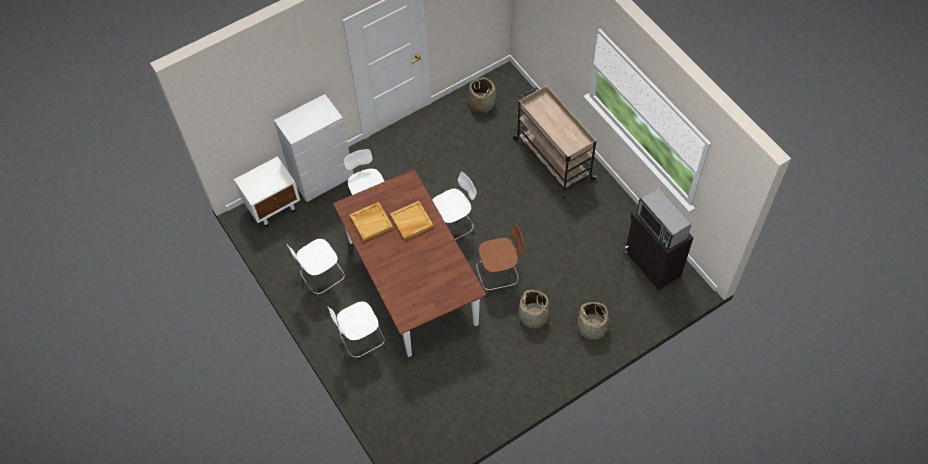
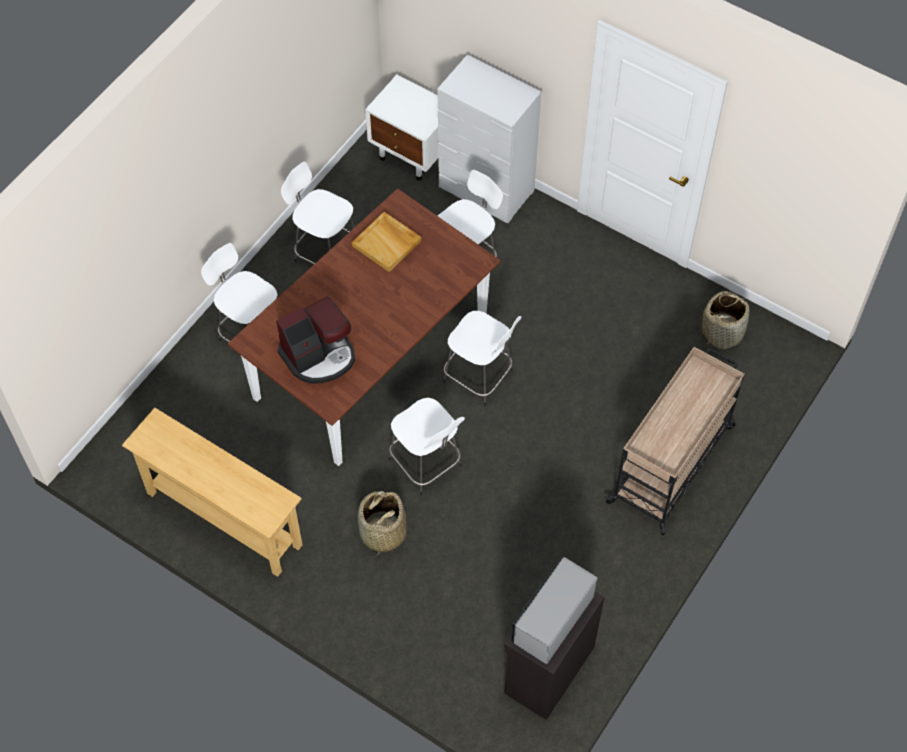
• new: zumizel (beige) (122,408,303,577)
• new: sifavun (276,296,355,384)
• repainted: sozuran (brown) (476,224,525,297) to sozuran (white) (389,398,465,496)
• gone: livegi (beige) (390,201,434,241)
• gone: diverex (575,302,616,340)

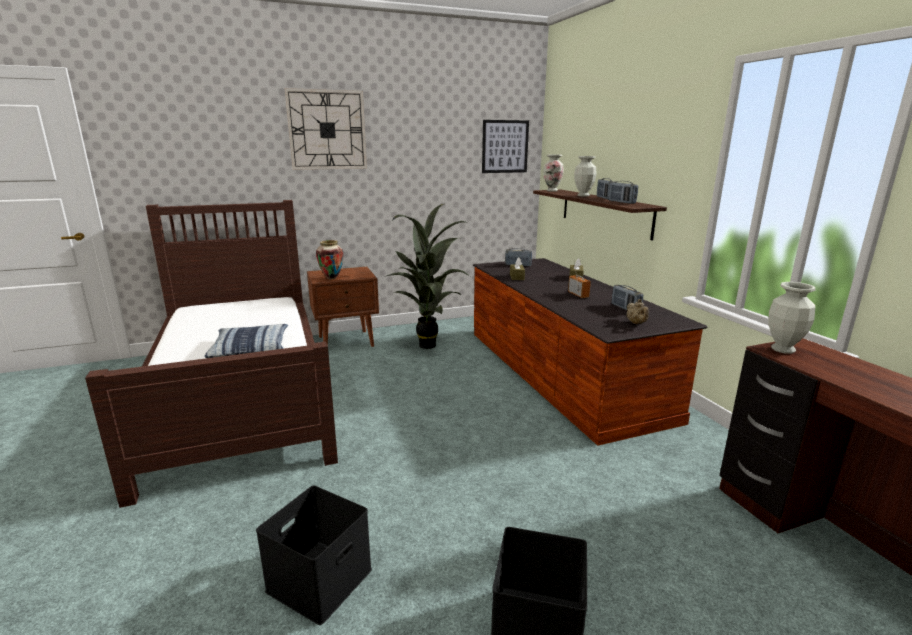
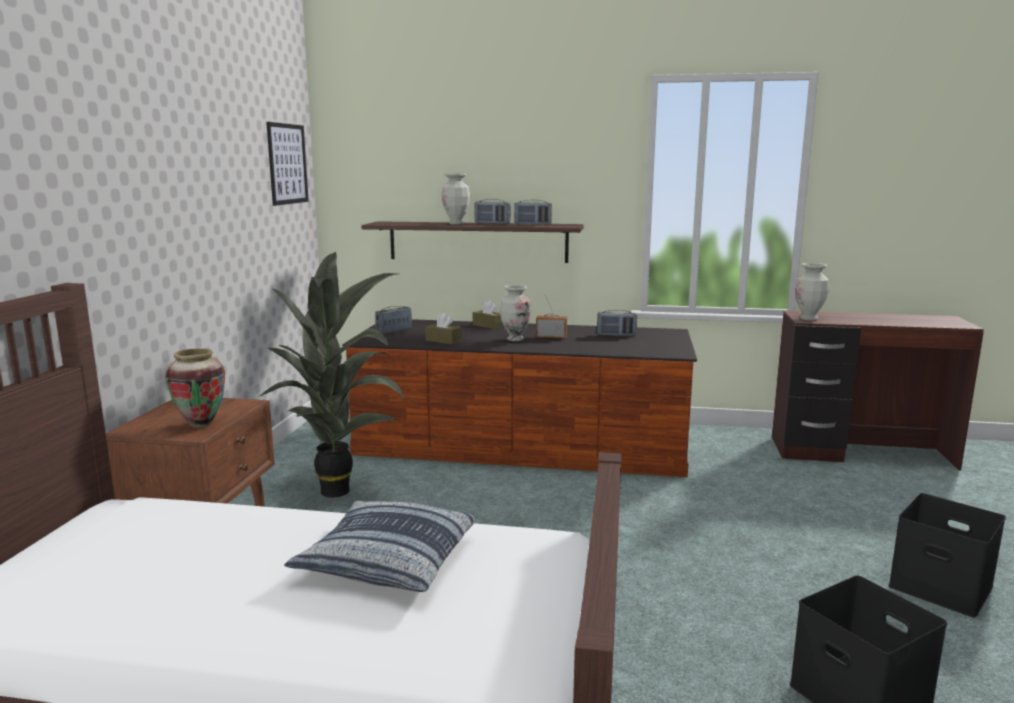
• shifted: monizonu (543,154,564,192) to (500,285,531,341)
• gone: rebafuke (285,88,367,170)
• gone: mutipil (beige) (626,299,649,324)

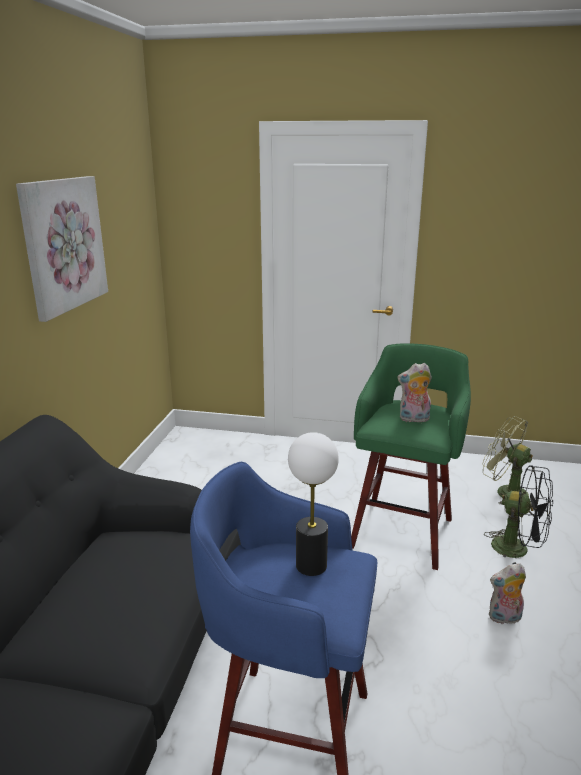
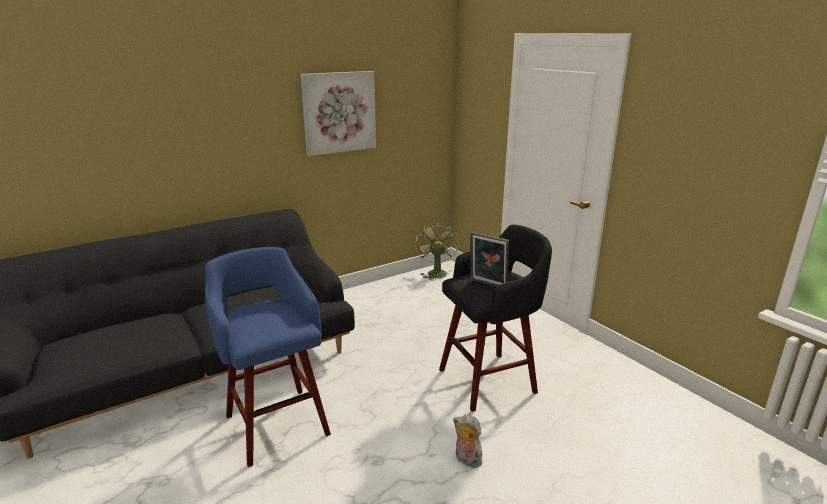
• shifted: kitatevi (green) (482,416,533,504) to (415,222,459,281)
• repainted: sozuran (green) (351,343,471,570) to sozuran (black) (439,225,552,412)
• swapped: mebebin (397,363,432,422) to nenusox (470,232,509,287)
• gone: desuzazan (288,432,339,576)
• gone: kitatevi (black) (484,465,553,564)

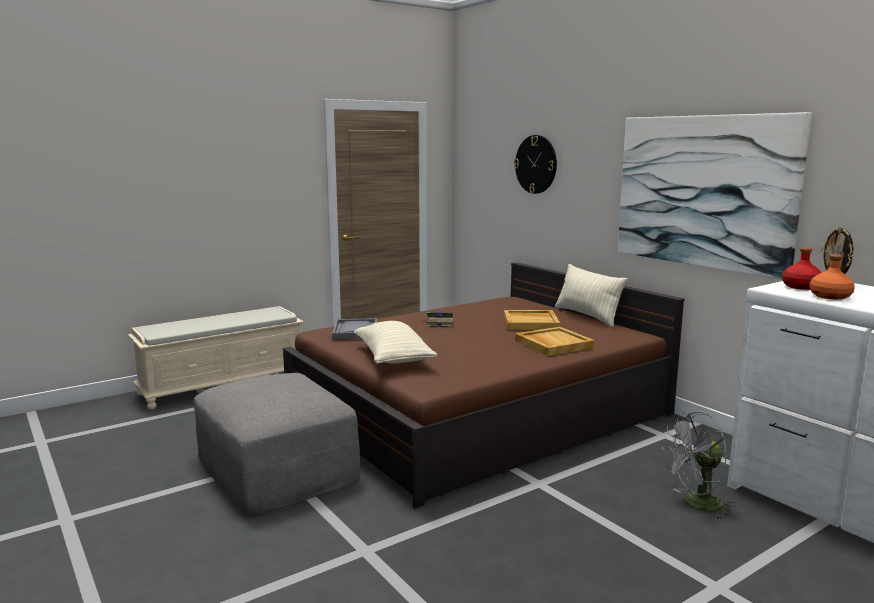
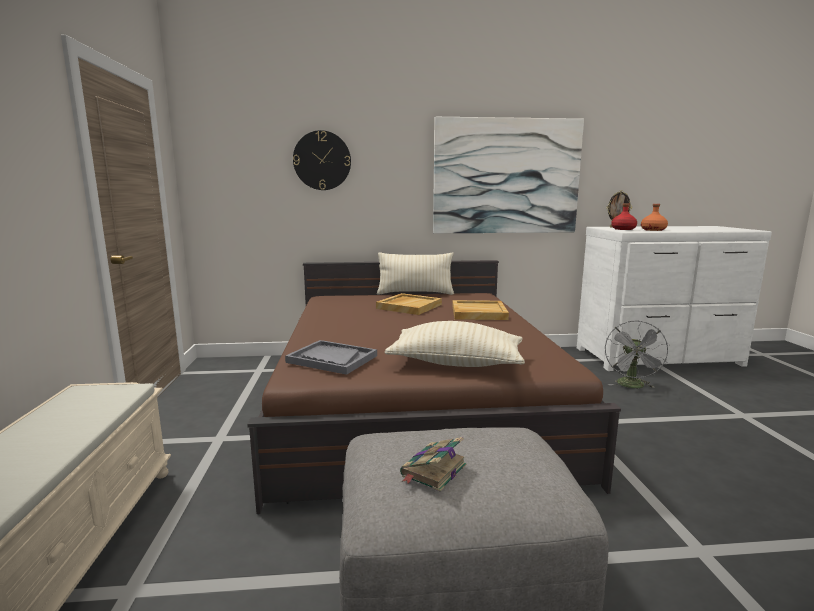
• shifted: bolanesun (423,312,453,327) to (400,437,467,492)

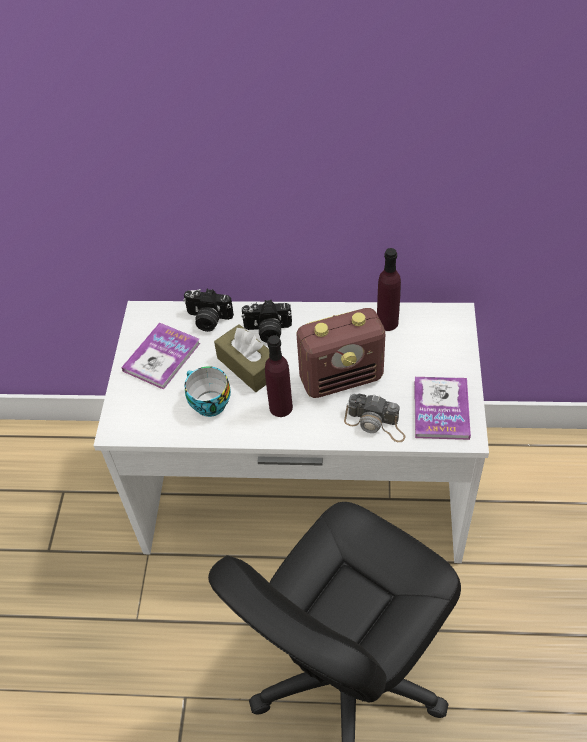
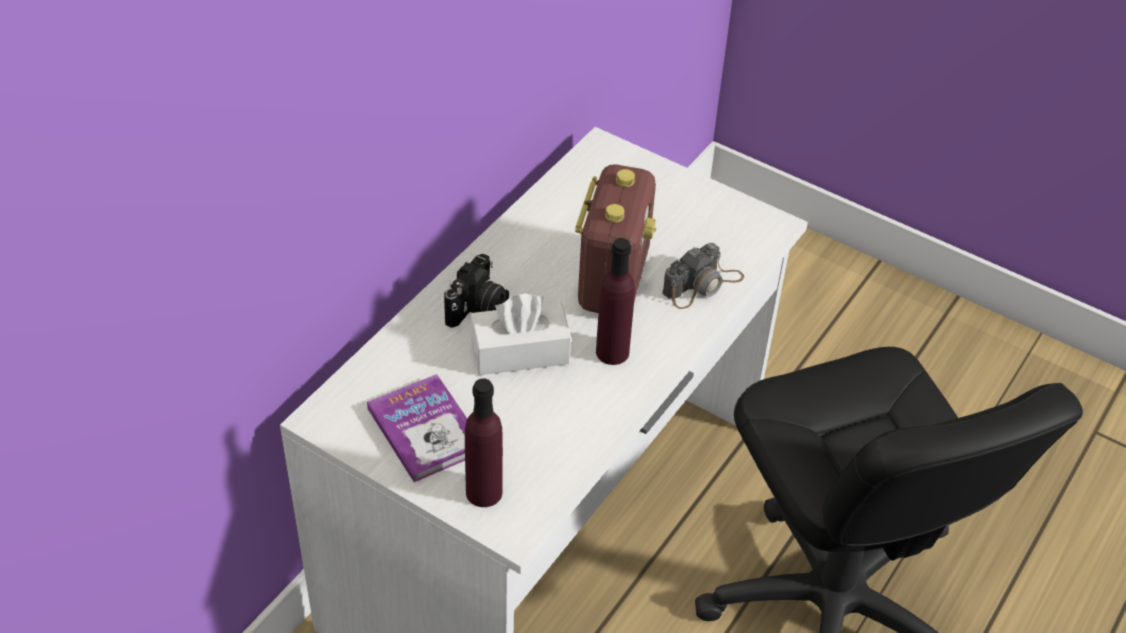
• shifted: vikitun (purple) (377,248,401,331) to (465,378,503,507)
• repainted: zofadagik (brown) (214,324,269,392) to zofadagik (white) (470,293,571,375)
• gone: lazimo (183,289,234,332)
• gone: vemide (184,366,231,417)
• gone: bolanesun (414,377,471,440)

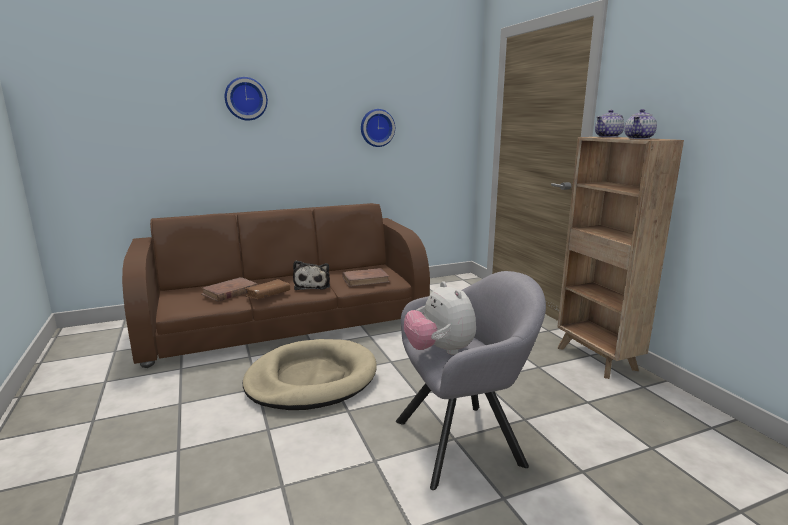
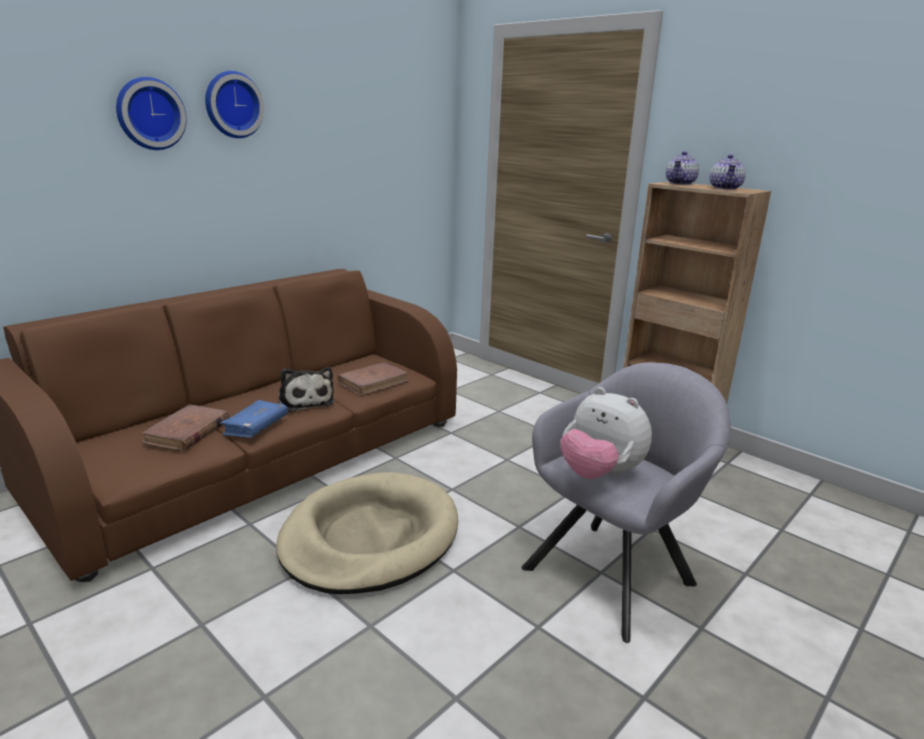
• shifted: rebafuke (361,109,395,147) to (205,71,264,138)
• repainted: bolanesun (brown) (245,279,290,299) to bolanesun (blue) (220,400,288,438)

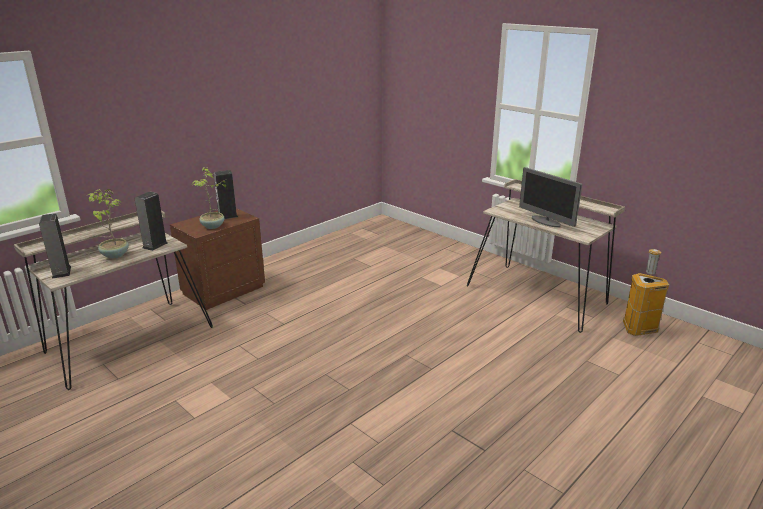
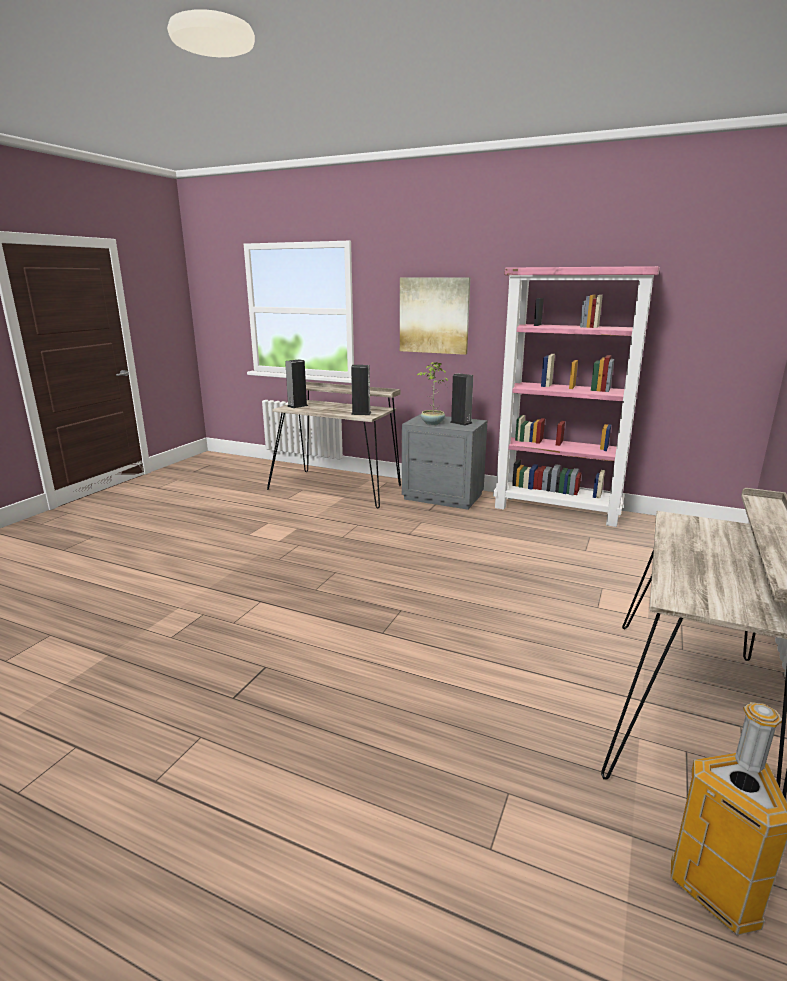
• new: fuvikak (400,278,470,355)
• repainted: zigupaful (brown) (170,208,265,310) to zigupaful (grey) (402,414,487,510)
• new: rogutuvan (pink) (493,266,660,527)
• gone: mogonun (86,189,129,259)
• gone: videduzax (519,167,582,227)

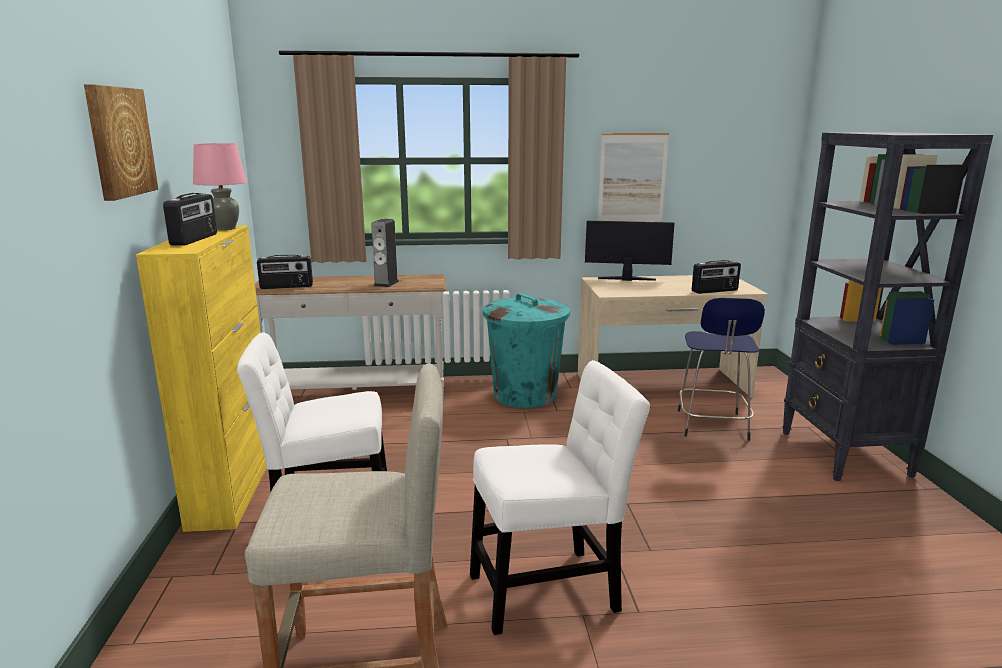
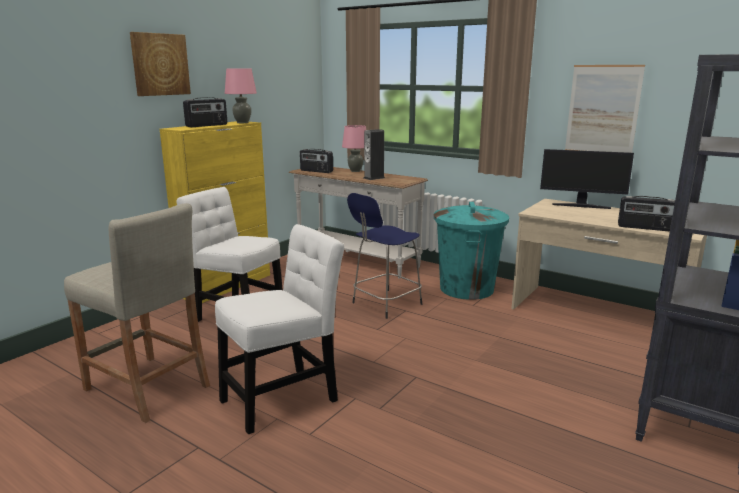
• rotated: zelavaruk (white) (470,360,650,635) = (215,224,344,434) 60 degrees counterclockwise
• new: desuzazan (pink) (342,125,366,172)
• shifted: sozuran (blue) (678,298,765,441) to (347,193,422,319)
• rotated: videduzax (585,221,674,281) = (540,149,634,209) 150 degrees clockwise

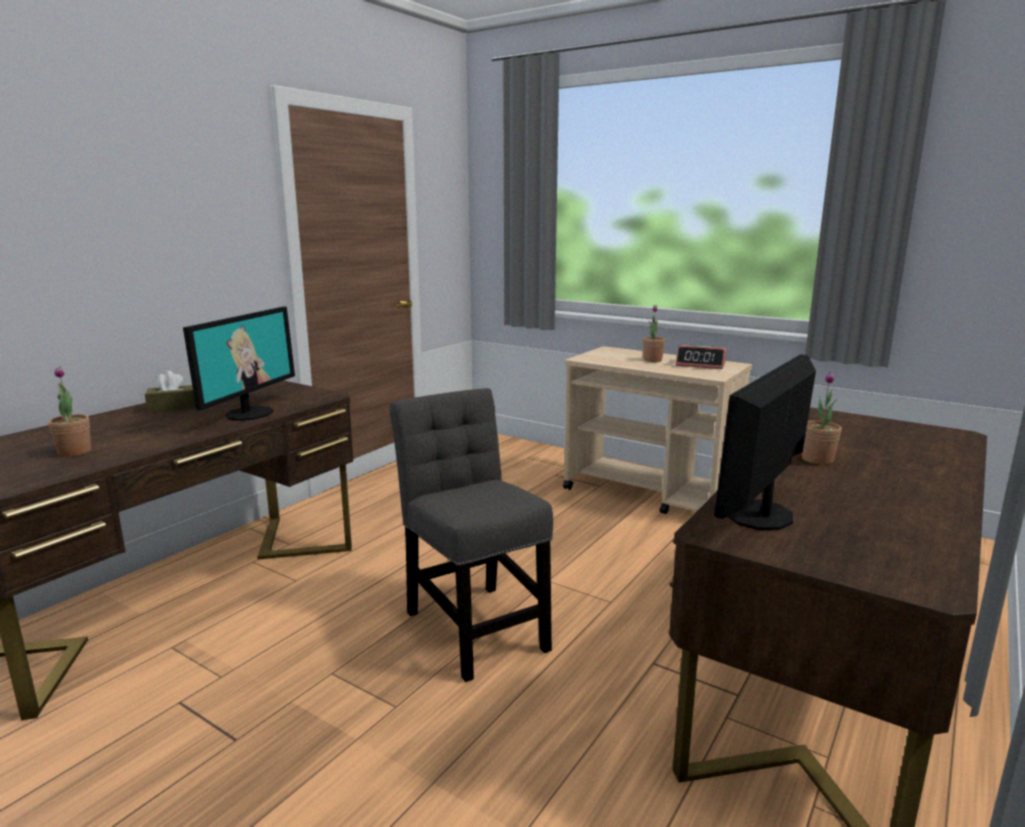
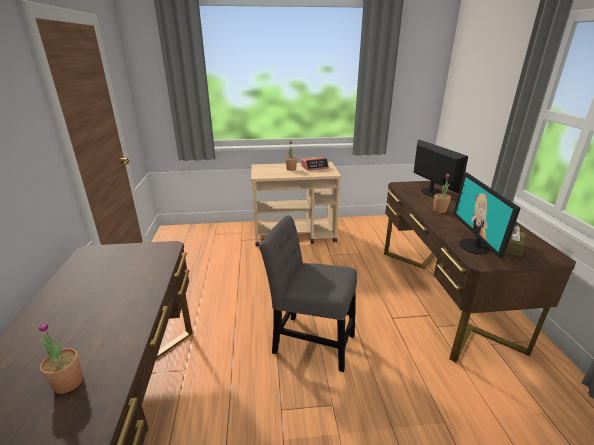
• shifted: videduzax (183,306,295,421) to (413,140,468,197)
• shifted: zofadagik (brown) (145,371,196,413) to (505,225,525,256)

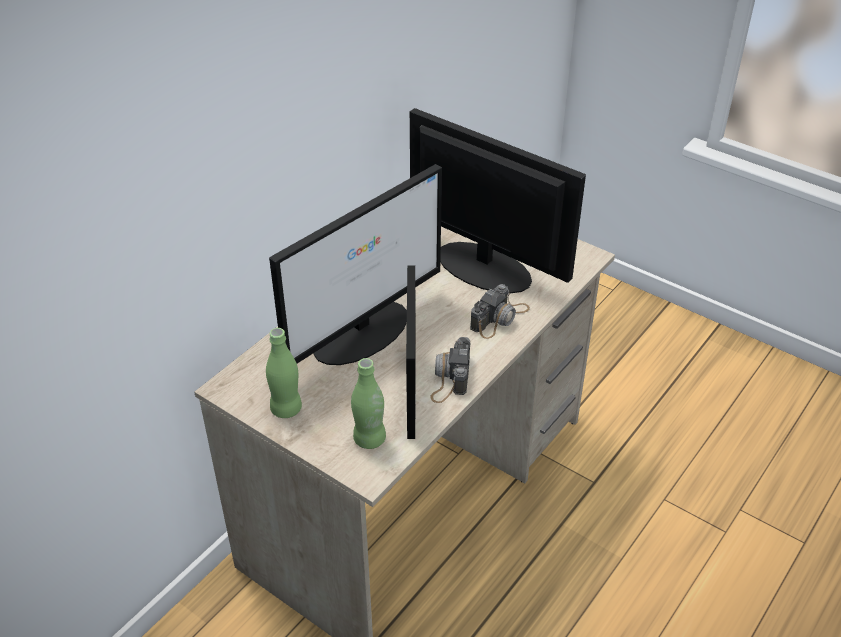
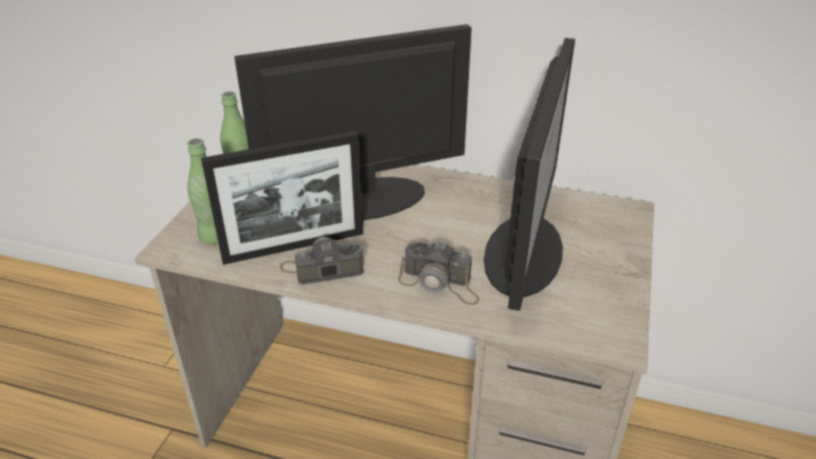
• rotated: videduzax (269,164,442,365) = (234,24,472,220) 135 degrees clockwise

